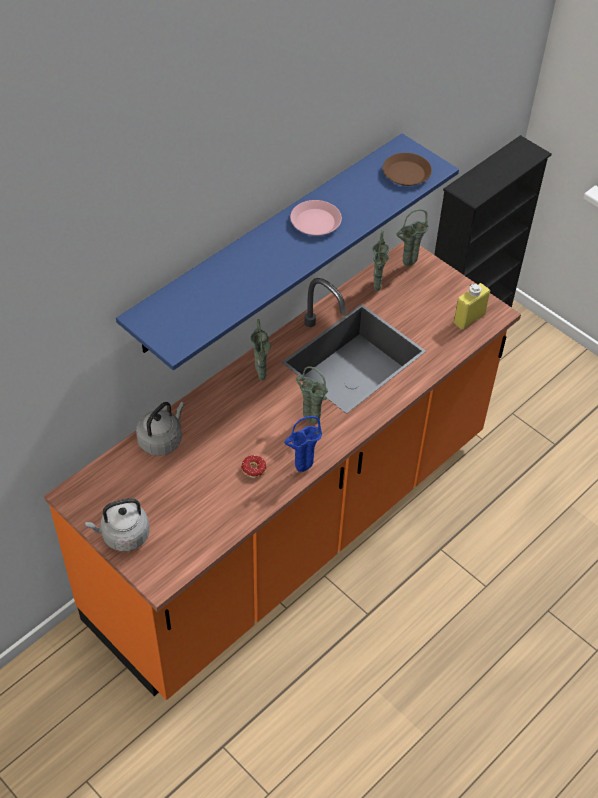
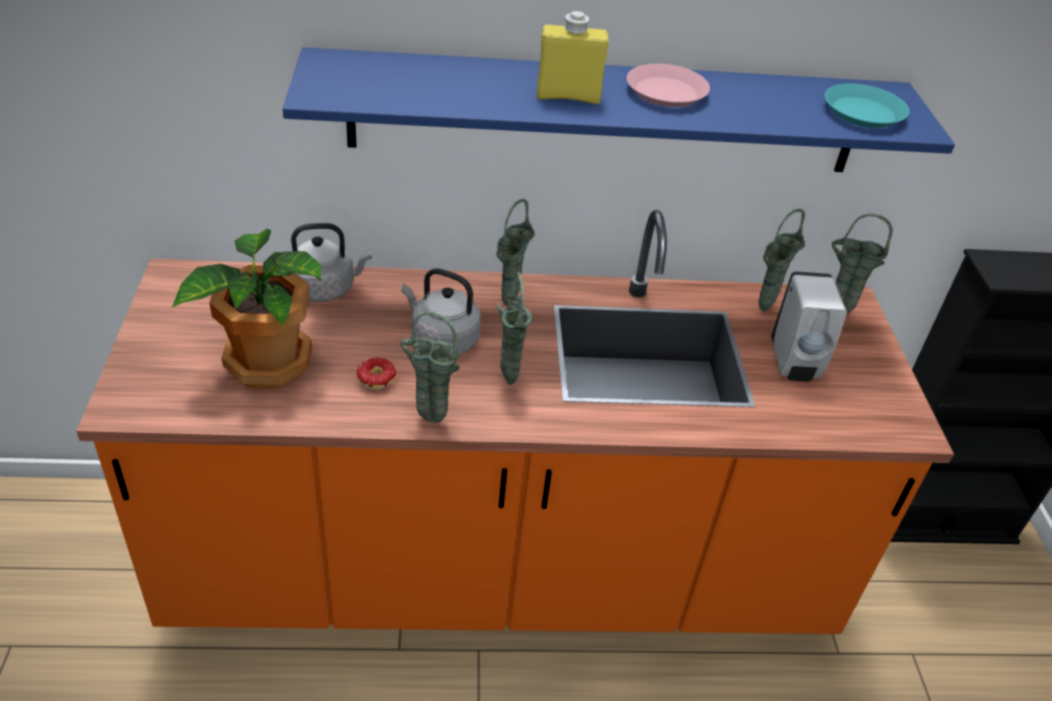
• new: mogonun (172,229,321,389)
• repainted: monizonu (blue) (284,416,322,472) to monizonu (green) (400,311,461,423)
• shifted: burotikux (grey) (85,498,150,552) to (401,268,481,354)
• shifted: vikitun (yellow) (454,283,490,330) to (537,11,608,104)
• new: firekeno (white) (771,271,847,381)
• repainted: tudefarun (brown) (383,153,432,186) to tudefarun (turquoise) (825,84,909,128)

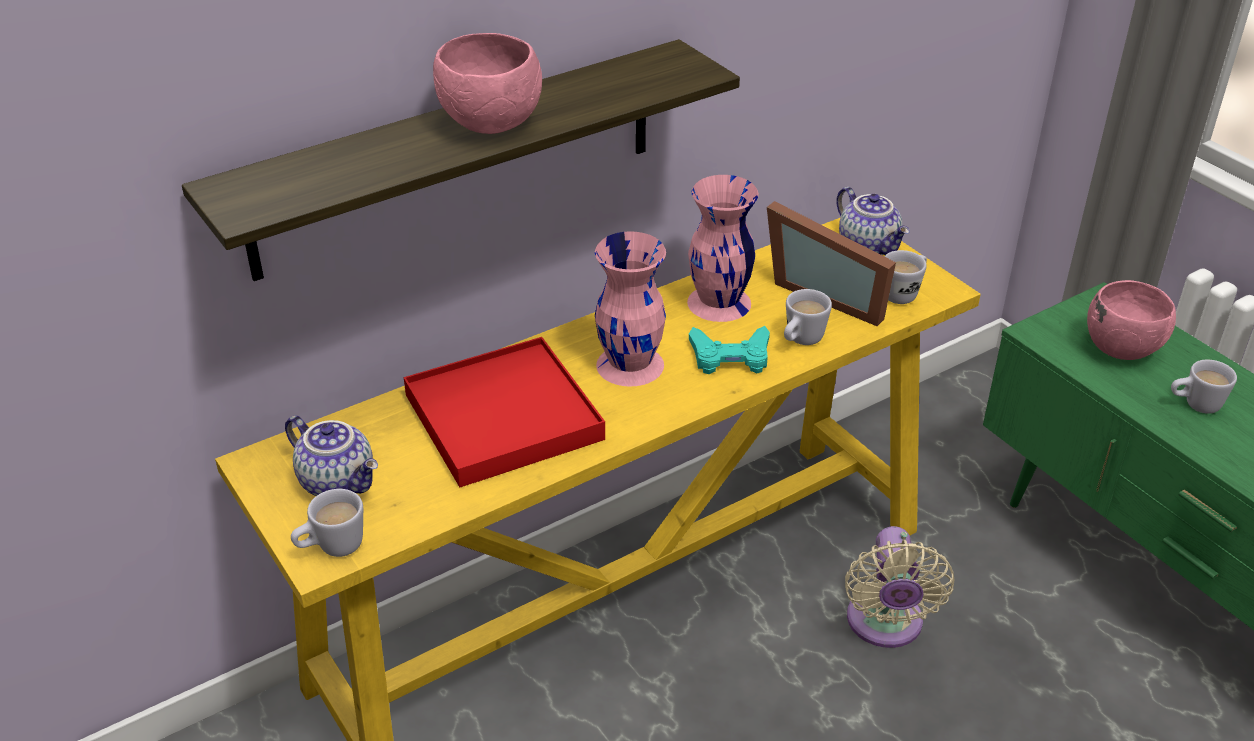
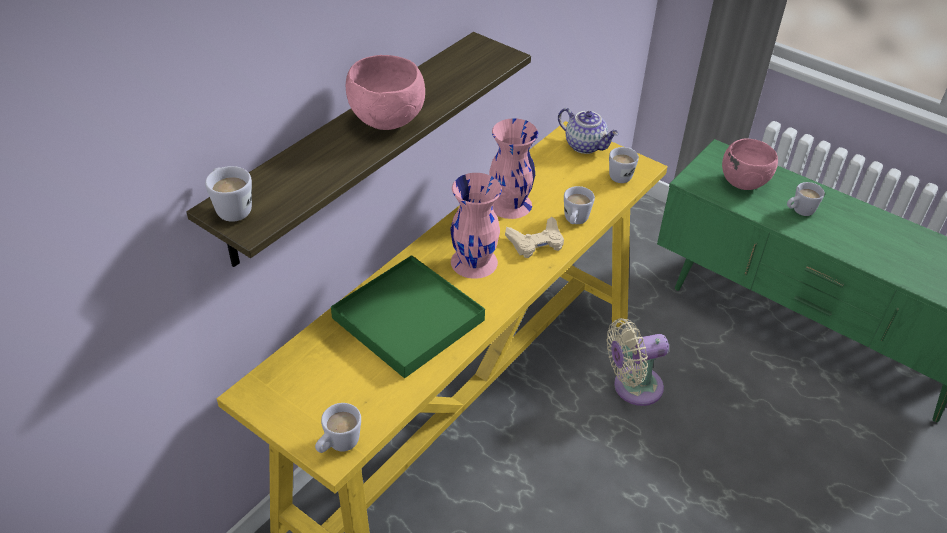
• new: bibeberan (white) (205,166,252,222)
• repainted: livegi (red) (404,337,605,487) to livegi (green) (331,255,485,378)
• repainted: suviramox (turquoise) (689,326,770,374) to suviramox (beige) (505,217,564,258)
• rotated: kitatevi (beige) (845,526,954,648) = (607,318,669,406) 90 degrees clockwise
• gone: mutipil (285,416,378,496)
• gone: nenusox (767,201,896,326)

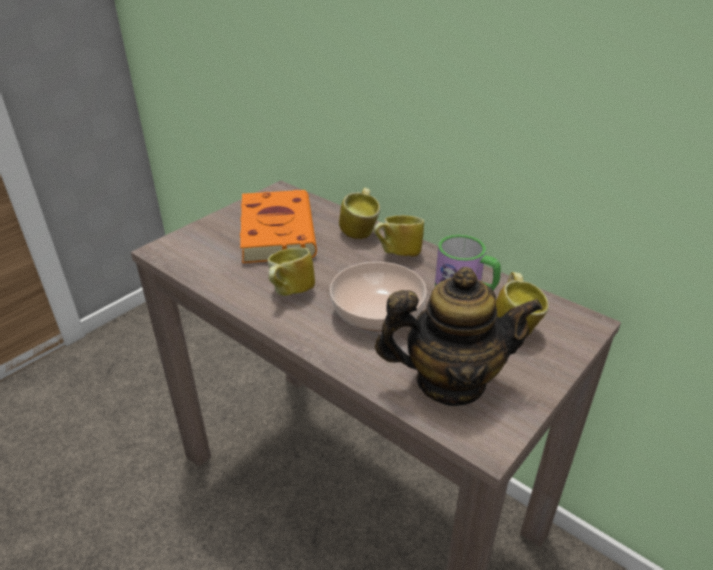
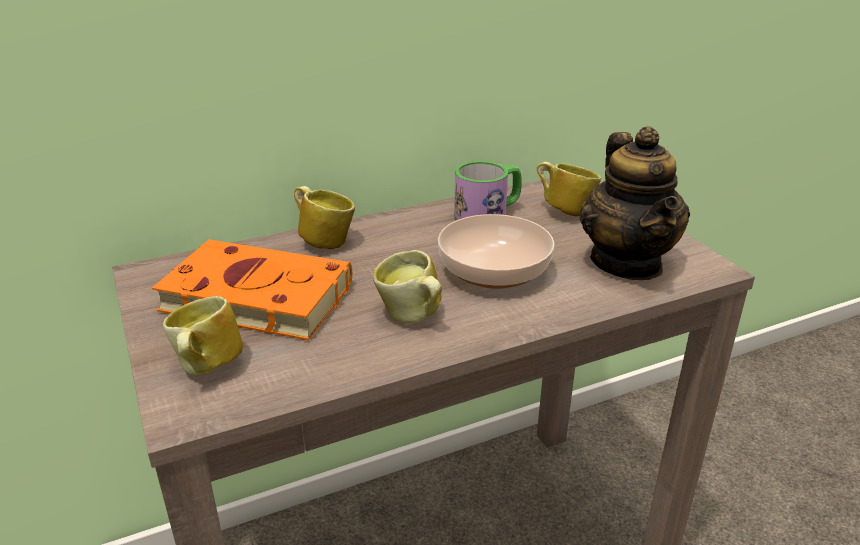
• shifted: bibeberan (374,215,424,257) to (163,296,243,375)
• rotated: mutipil (375,267,543,406) = (580,126,690,280) 150 degrees clockwise

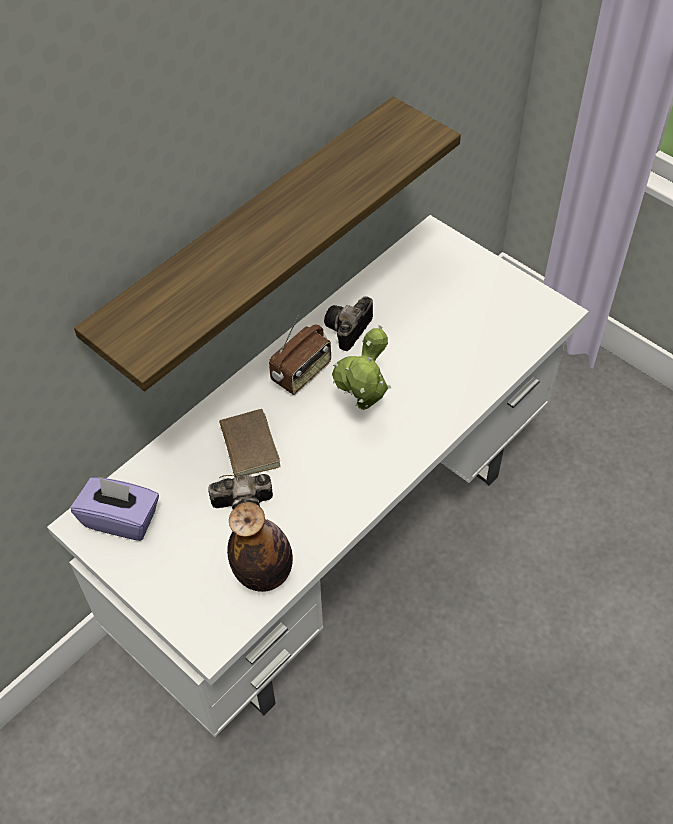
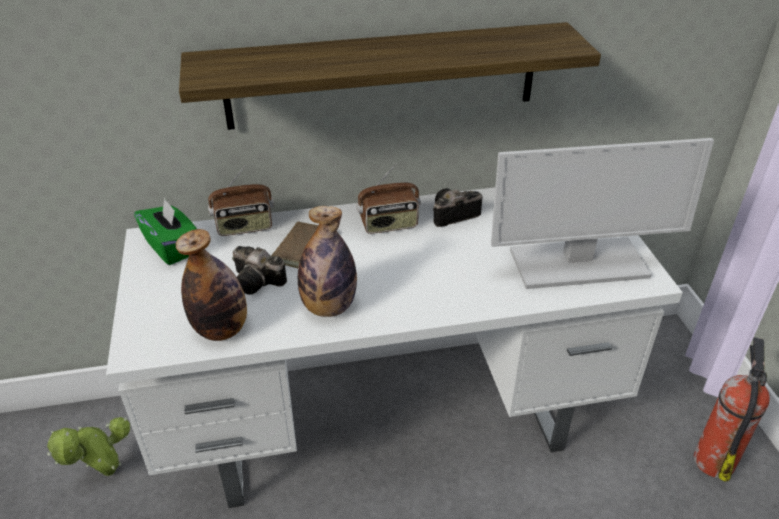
• shifted: mogonun (332,325,391,410) to (47,417,130,476)
• repainted: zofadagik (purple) (71,477,159,541) to zofadagik (green) (134,197,197,265)
• new: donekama (208,165,274,236)
• new: vikitun (298,206,357,317)
• new: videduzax (491,138,714,289)
• new: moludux (694,337,770,481)

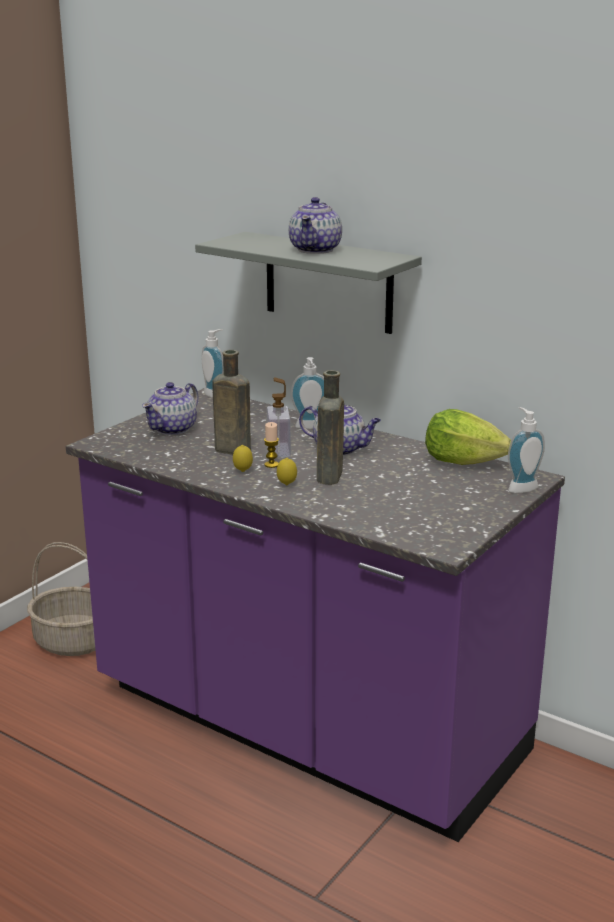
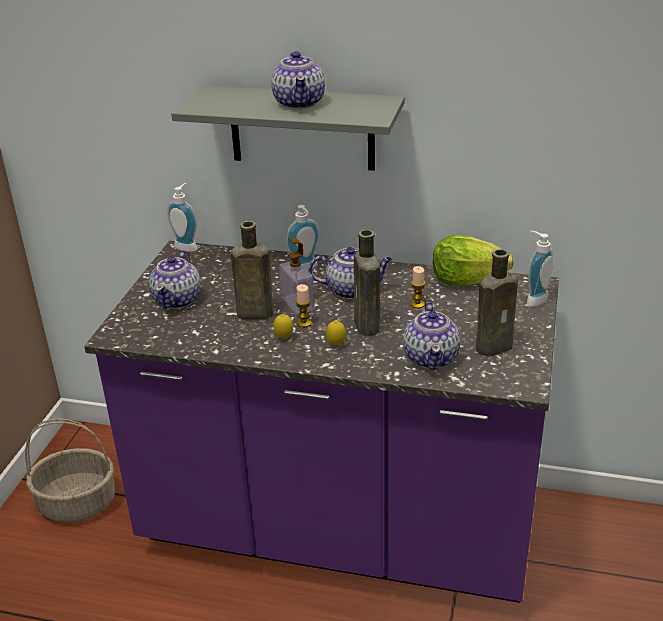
• new: mutipil (403,302,461,370)
• new: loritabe (411,266,426,308)
• new: vikitun (brown) (476,249,518,357)

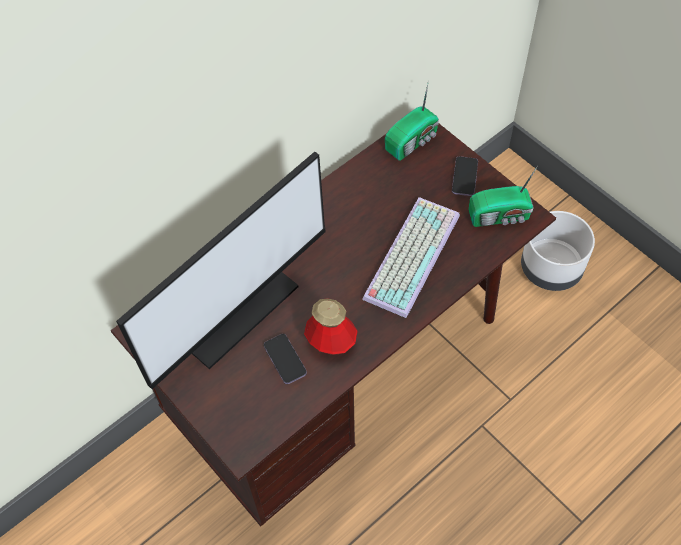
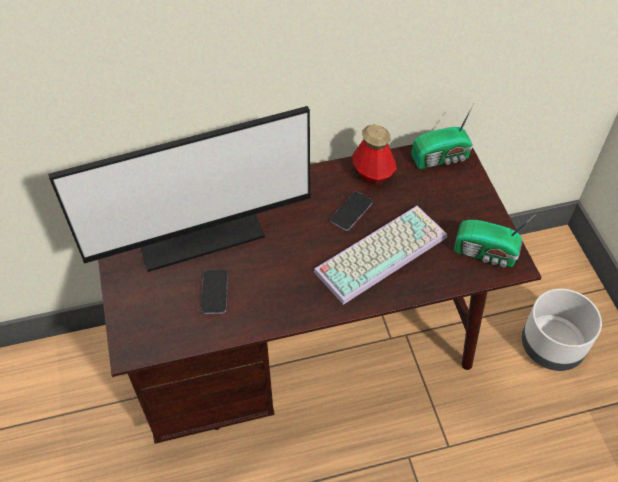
• shifted: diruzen (452,156,478,196) to (330,192,373,231)
• shifted: vikitun (304,298,358,355) to (352,124,397,185)

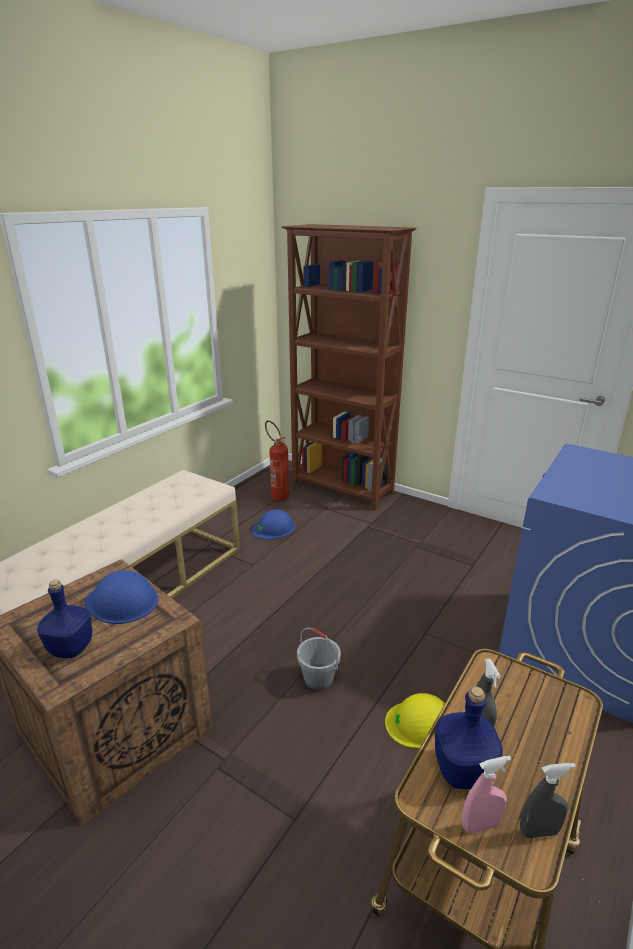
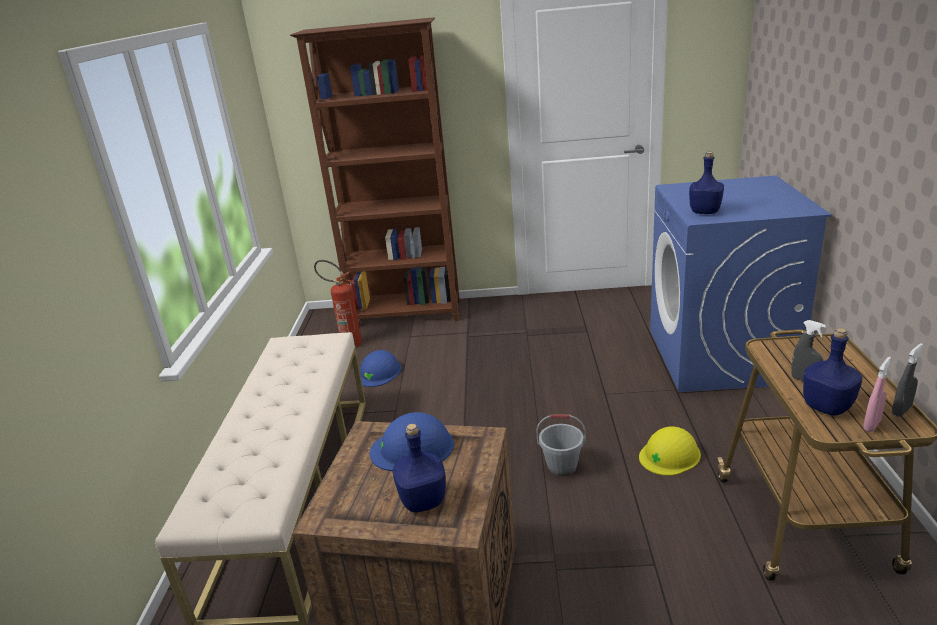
• new: vikitun (blue) (689,152,724,214)

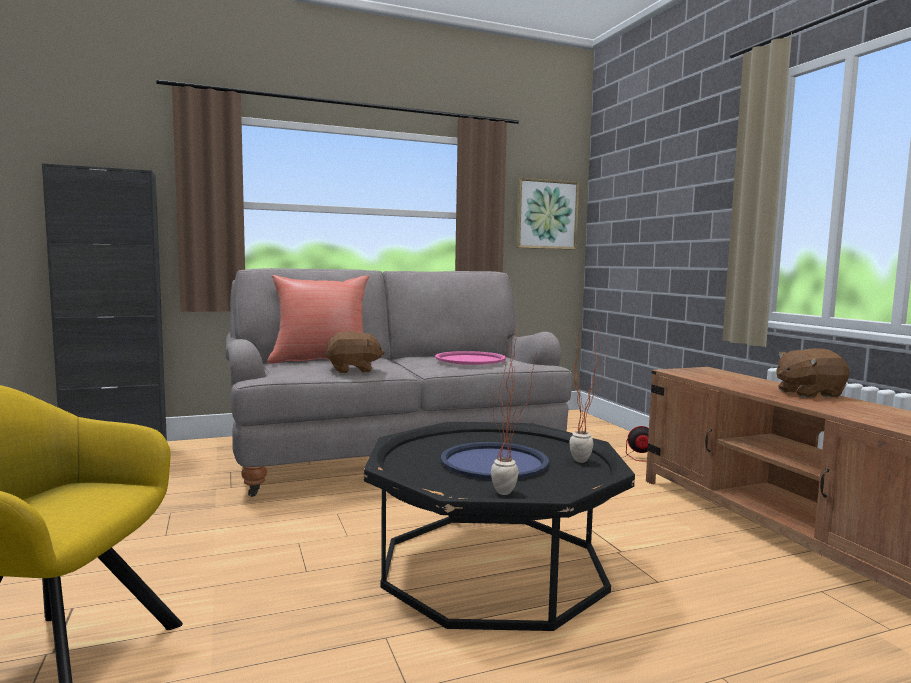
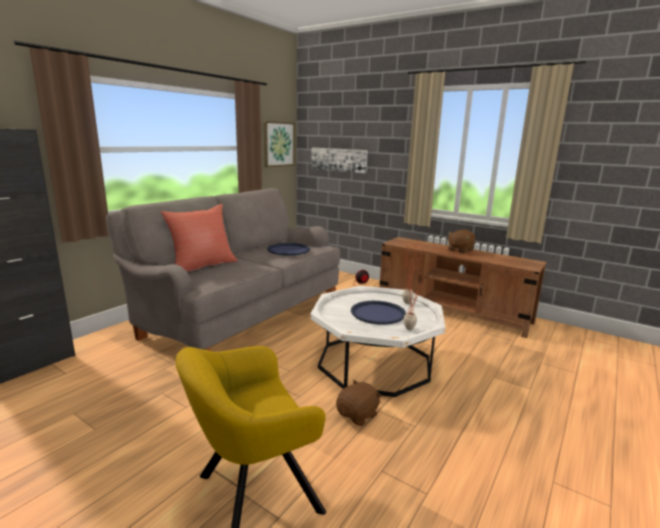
• repainted: livegi (pink) (435,351,506,365) to livegi (blue) (267,243,310,255)
• repainted: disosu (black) (364,422,635,631) to disosu (white) (310,286,446,397)
• new: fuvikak (311,148,368,173)
• shifted: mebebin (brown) (325,331,385,373) to (336,380,382,426)

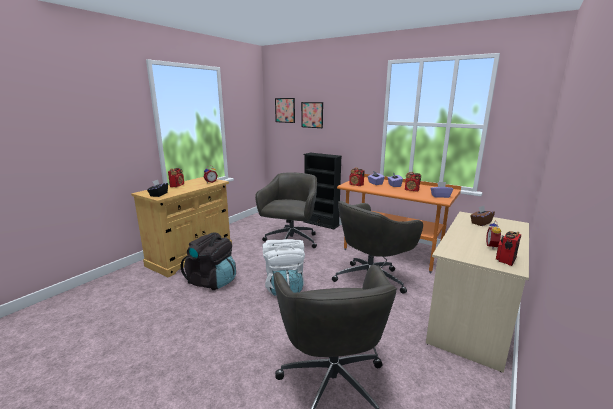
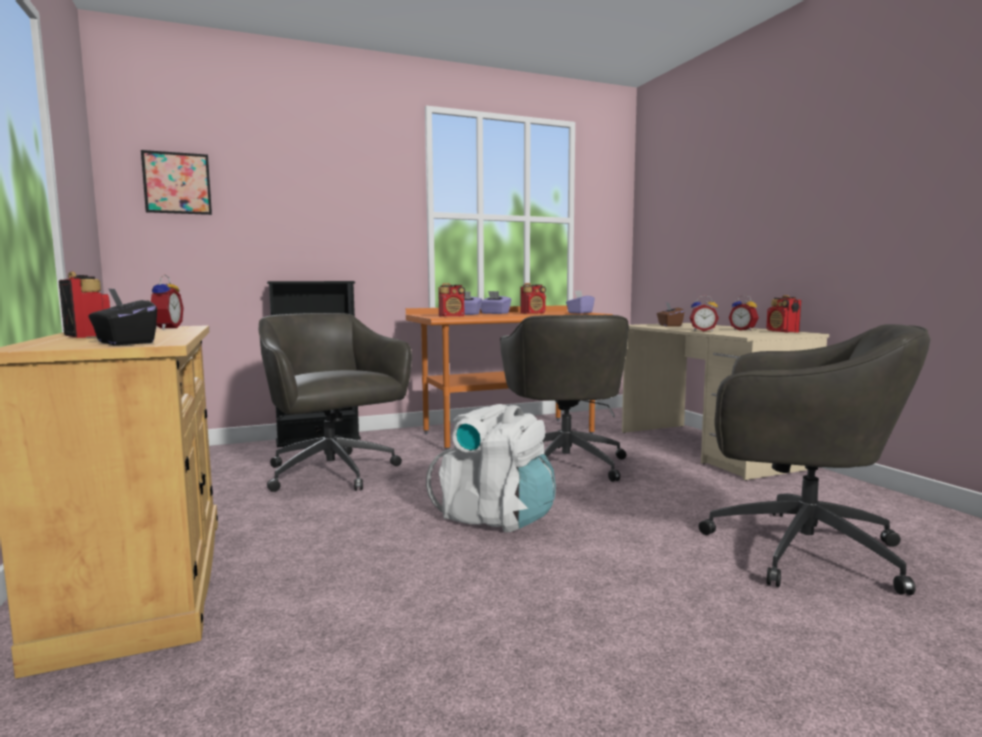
• new: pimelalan (689,295,719,331)
• gone: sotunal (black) (180,233,236,290)
• gone: fuvikak (301,102,323,128)

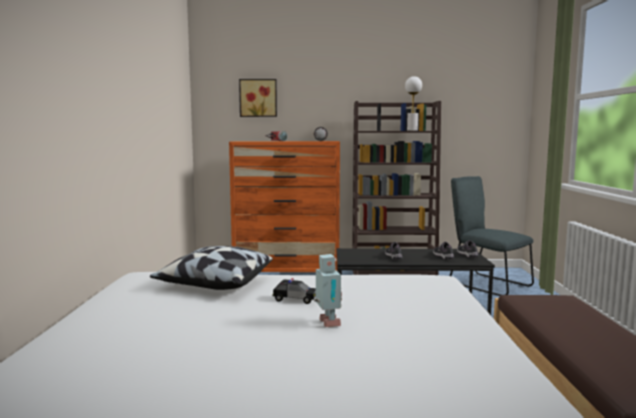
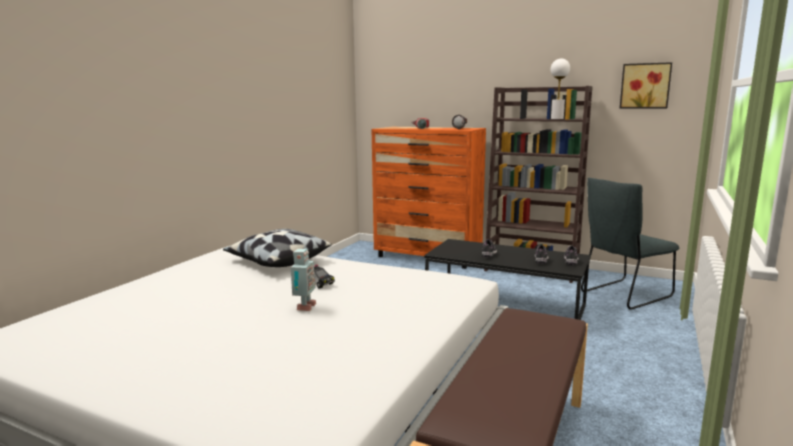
• rotated: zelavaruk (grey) (450,176,534,296) = (581,178,679,310) 105 degrees counterclockwise
• shifted: fuvikak (239,79,277,117) to (620,62,672,108)

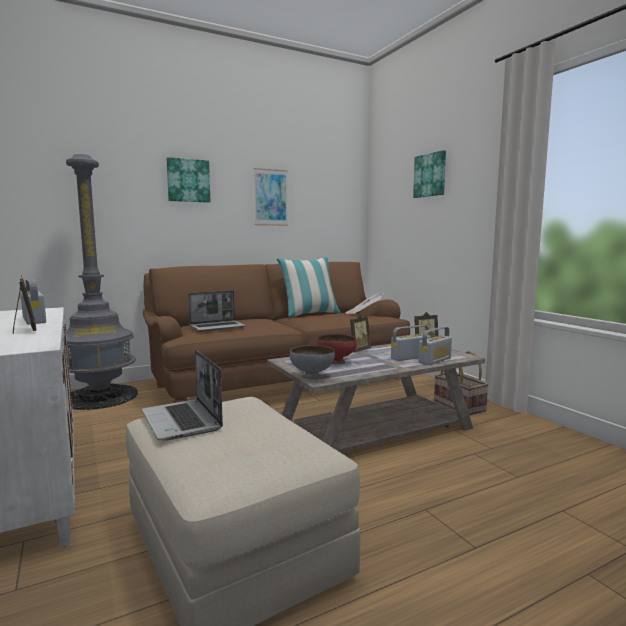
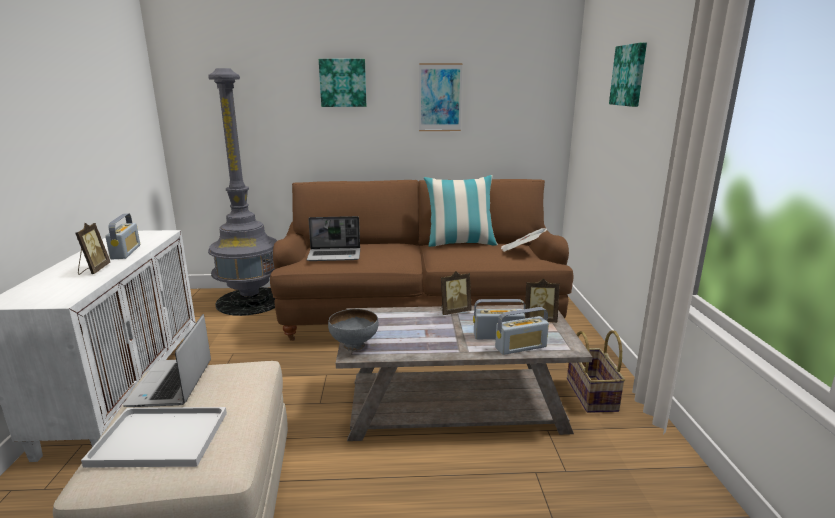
• new: livegi (white) (81,407,227,468)
• gone: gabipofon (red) (317,334,357,364)

